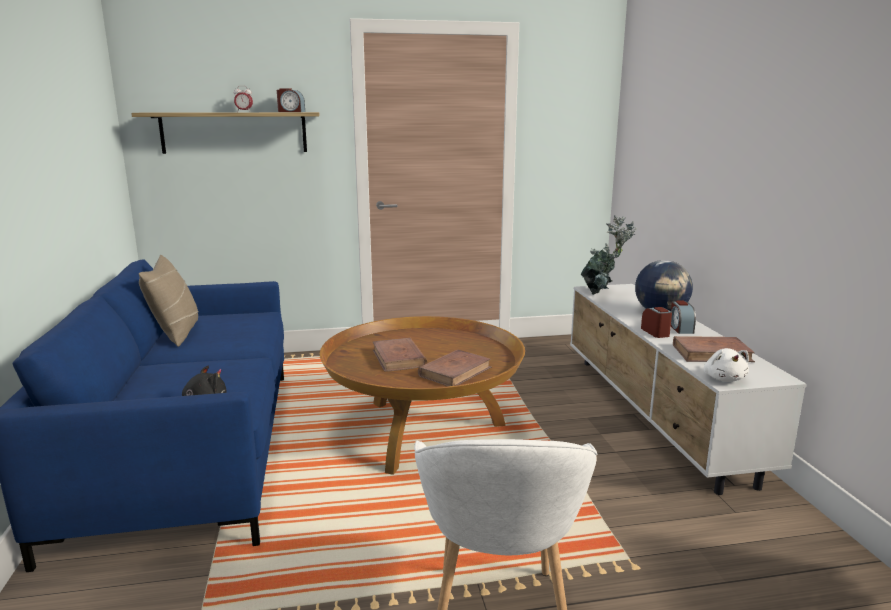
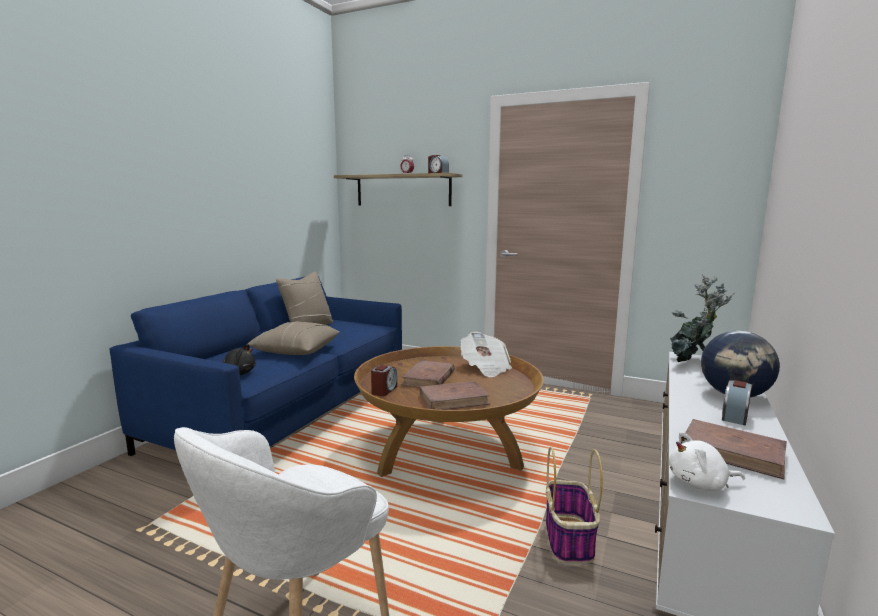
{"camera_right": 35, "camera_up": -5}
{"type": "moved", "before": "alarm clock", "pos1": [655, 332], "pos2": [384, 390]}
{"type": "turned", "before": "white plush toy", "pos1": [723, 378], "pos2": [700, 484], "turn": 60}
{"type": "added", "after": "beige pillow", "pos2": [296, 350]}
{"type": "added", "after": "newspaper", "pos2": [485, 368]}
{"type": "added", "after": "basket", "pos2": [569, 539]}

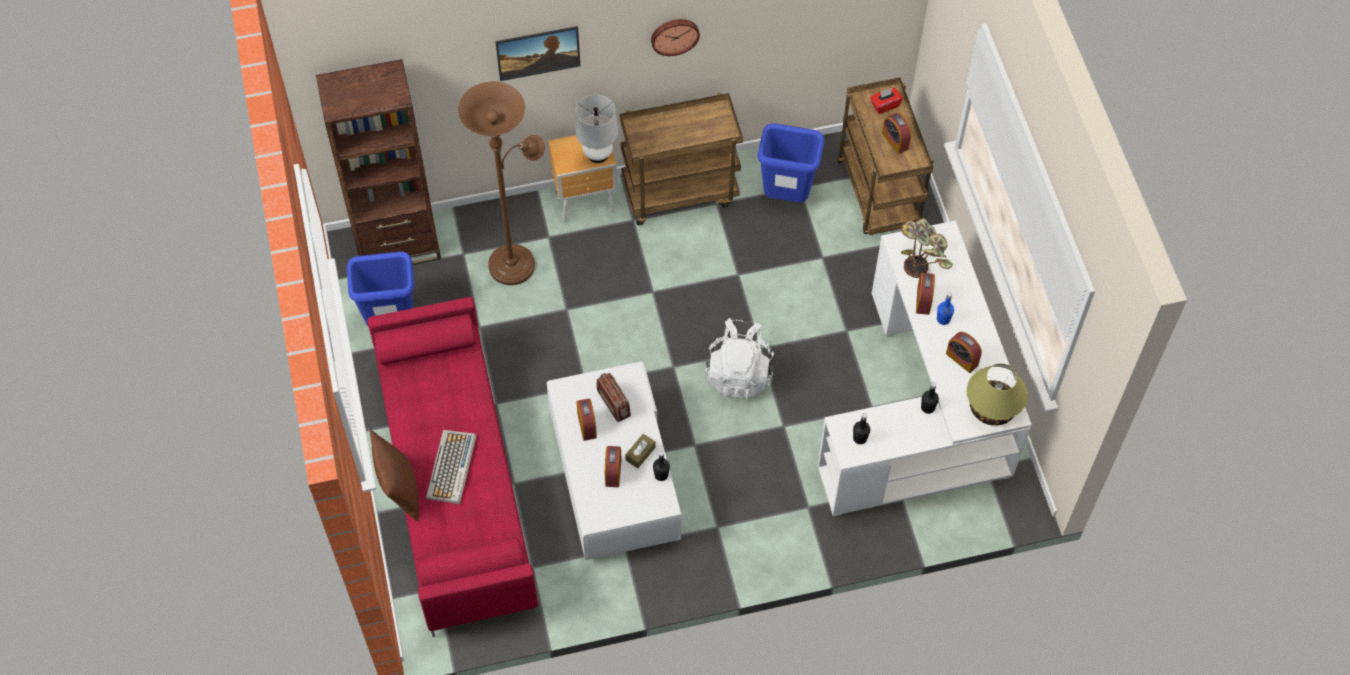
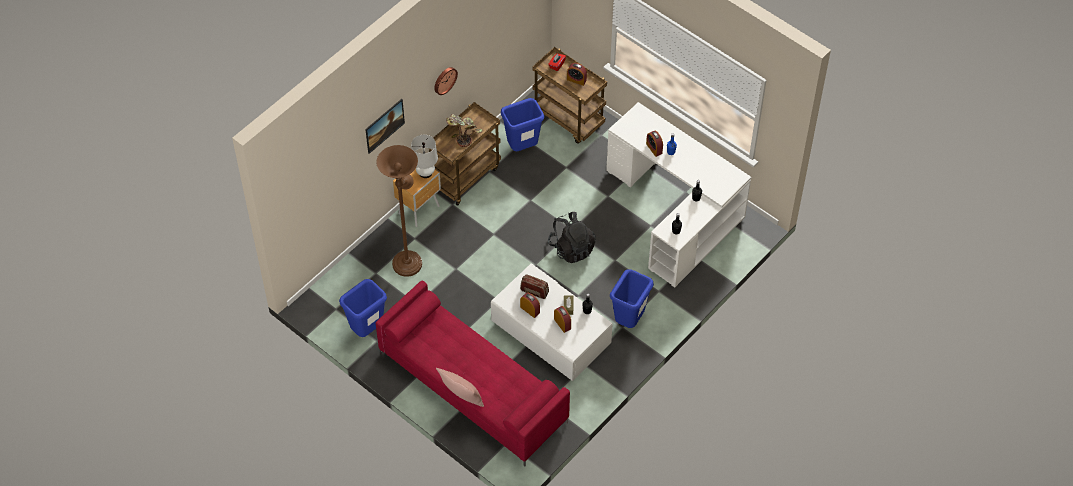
{"camera_right": -35, "camera_up": -5}
{"type": "removed", "before": "brown bookcase", "pos1": [397, 244]}
{"type": "moved", "before": "potted plant", "pos1": [922, 255], "pos2": [463, 133]}
{"type": "recoloured", "before": "white backpack", "after": "black backpack", "pos1": [739, 373], "pos2": [571, 248]}
{"type": "removed", "before": "alarm clock", "pos1": [962, 359]}
{"type": "removed", "before": "table lamp", "pos1": [992, 407]}
{"type": "recoloured", "before": "brown pillow", "after": "pink pillow", "pos1": [399, 490], "pos2": [461, 398]}
{"type": "removed", "before": "keyboard", "pos1": [452, 468]}
{"type": "added", "after": "blue trash can", "pos2": [629, 321]}

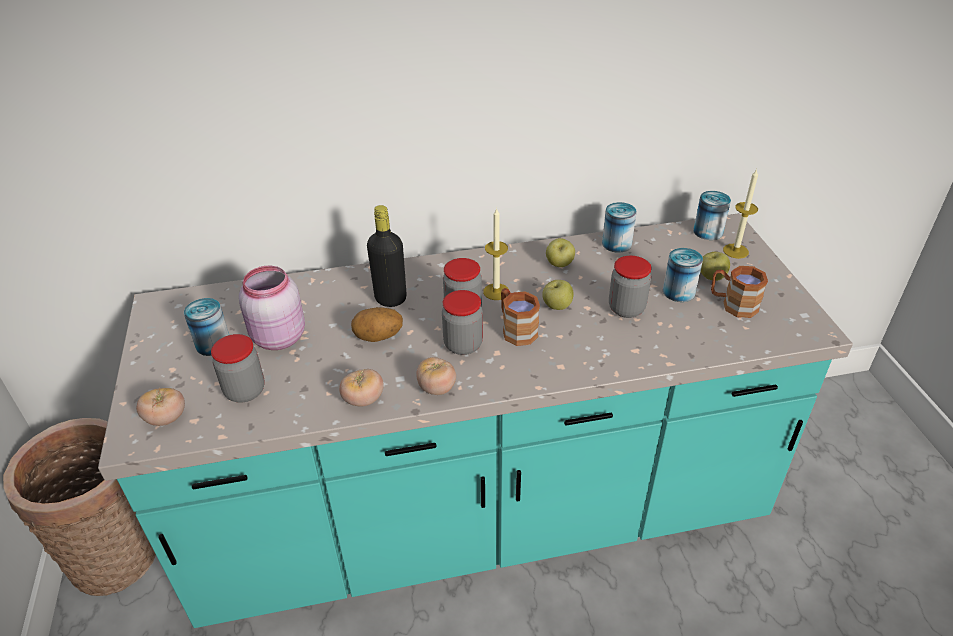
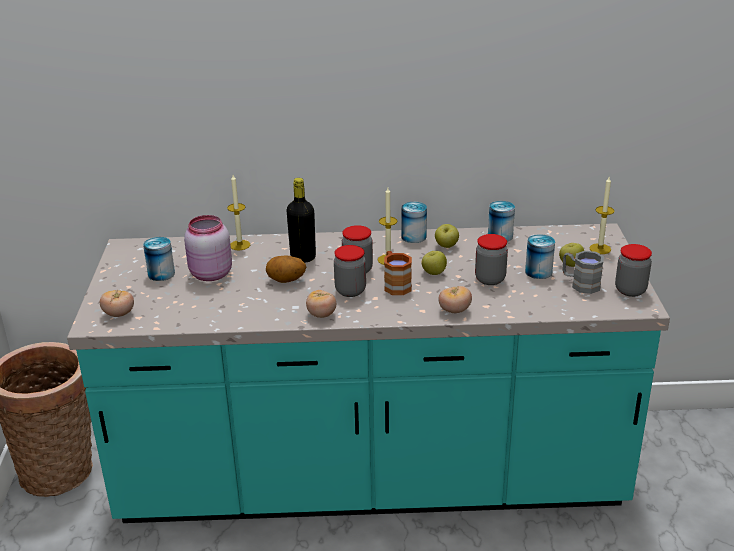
{"camera_right": 10, "camera_up": -10}
{"type": "moved", "before": "can", "pos1": [708, 231], "pos2": [413, 237]}
{"type": "recoloured", "before": "brown mug", "after": "grey mug", "pos1": [732, 304], "pos2": [580, 284]}
{"type": "moved", "before": "jar", "pos1": [245, 391], "pos2": [630, 290]}
{"type": "moved", "before": "tomato", "pos1": [363, 400], "pos2": [454, 310]}
{"type": "added", "after": "candle", "pos2": [240, 245]}

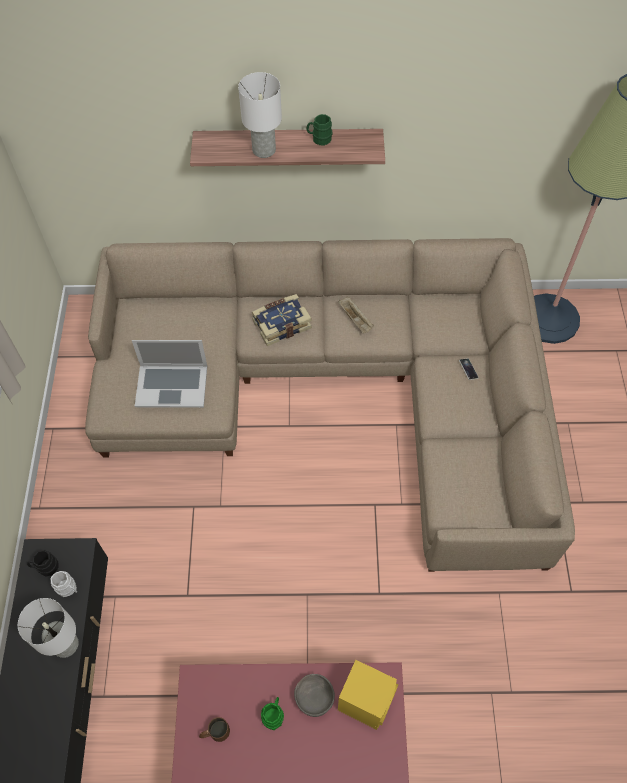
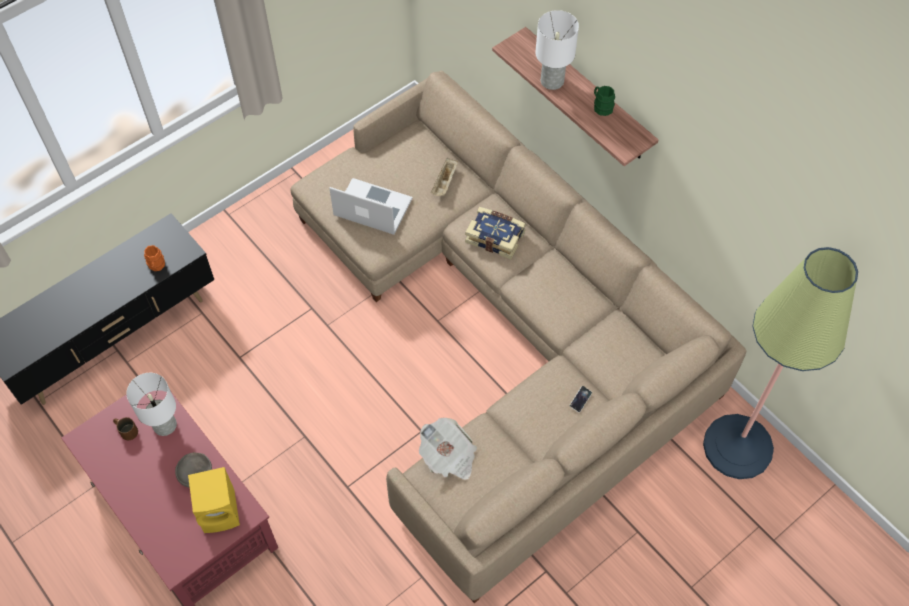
{"camera_right": 50, "camera_up": 0}
{"type": "moved", "before": "beige tray", "pos1": [356, 320], "pos2": [444, 183]}
{"type": "turned", "before": "laptop", "pos1": [172, 385], "pos2": [372, 207], "turn": 150}
{"type": "removed", "before": "black mug", "pos1": [45, 567]}
{"type": "recoloured", "before": "white mug", "after": "orange mug", "pos1": [68, 589], "pos2": [156, 266]}
{"type": "moved", "before": "white table lamp", "pos1": [65, 645], "pos2": [164, 425]}
{"type": "removed", "before": "green mug", "pos1": [274, 715]}
{"type": "added", "after": "newspaper", "pos2": [448, 456]}

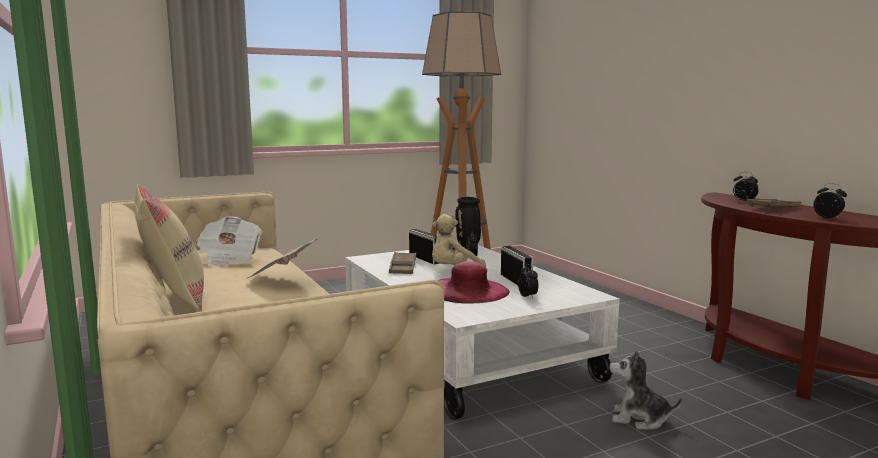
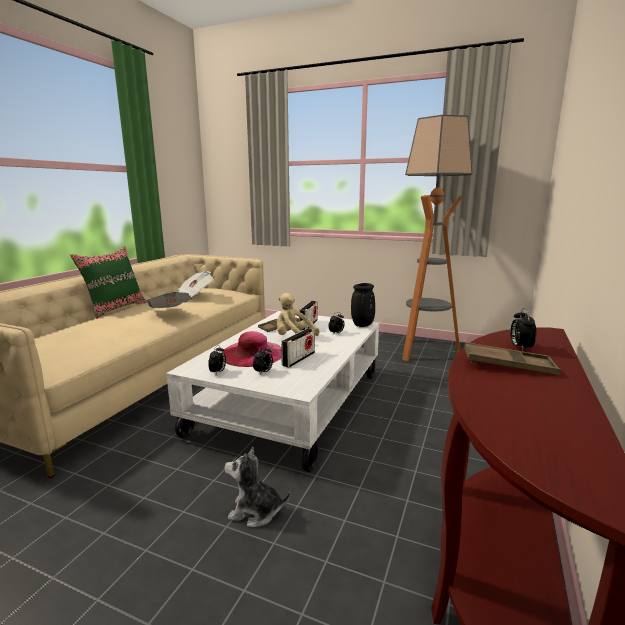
{"camera_right": 50, "camera_up": 5}
{"type": "moved", "before": "alarm clock", "pos1": [828, 218], "pos2": [218, 372]}
{"type": "recoloured", "before": "beige pillow", "after": "green pillow", "pos1": [173, 297], "pos2": [115, 309]}
{"type": "turned", "before": "plush toy", "pos1": [639, 419], "pos2": [255, 511], "turn": -60}

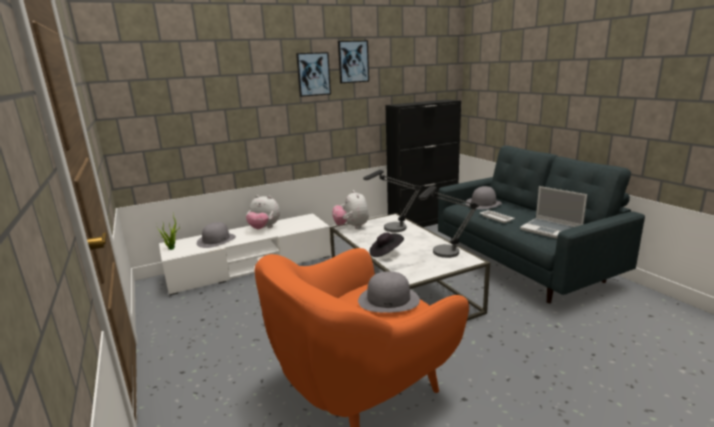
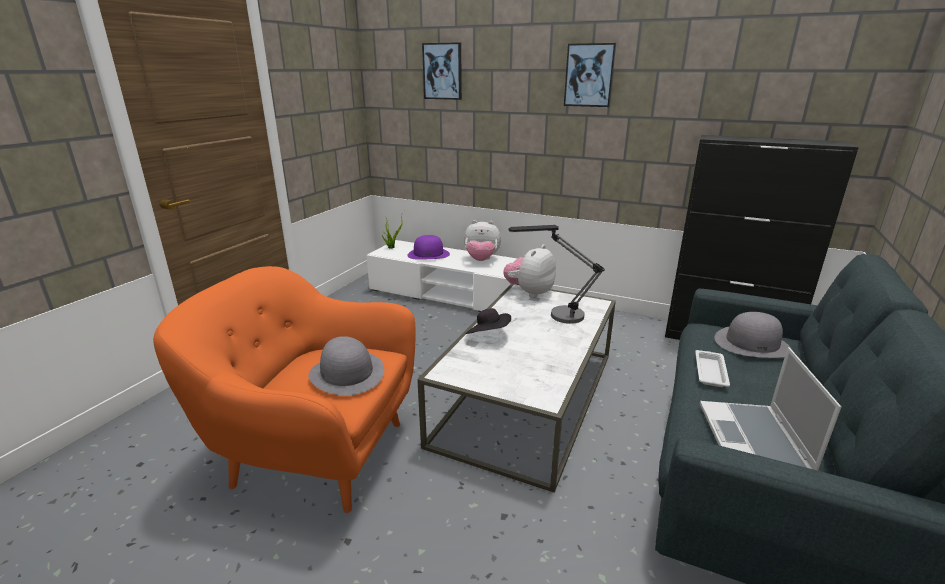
{"camera_right": 50, "camera_up": 5}
{"type": "moved", "before": "picture", "pos1": [353, 61], "pos2": [443, 71]}
{"type": "removed", "before": "table lamp", "pos1": [442, 255]}
{"type": "turned", "before": "plush toy", "pos1": [264, 228], "pos2": [481, 260], "turn": -60}
{"type": "recoloured", "before": "grey hat", "after": "purple hat", "pos1": [216, 240], "pos2": [428, 254]}

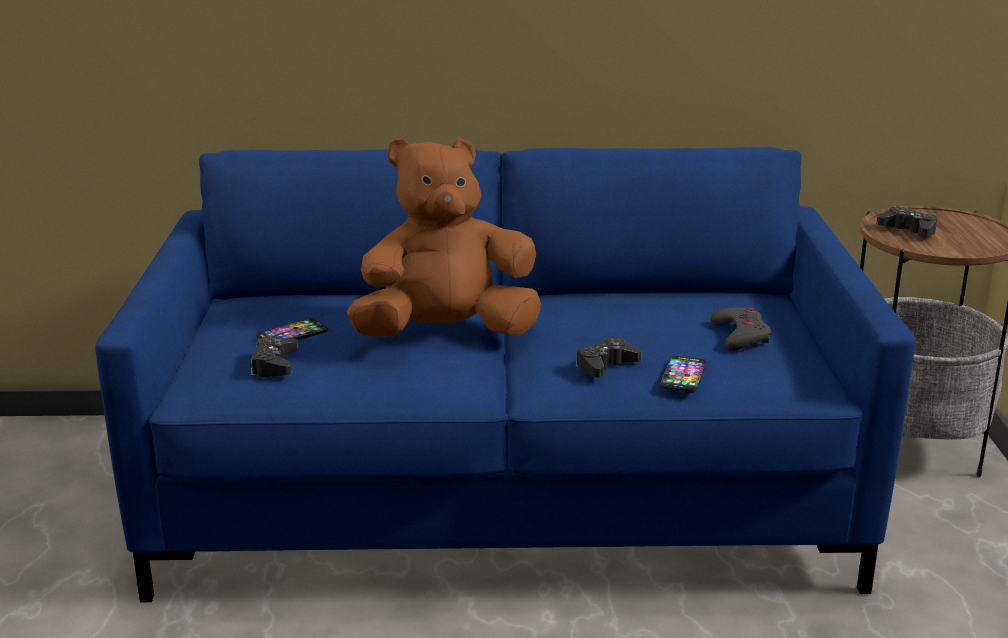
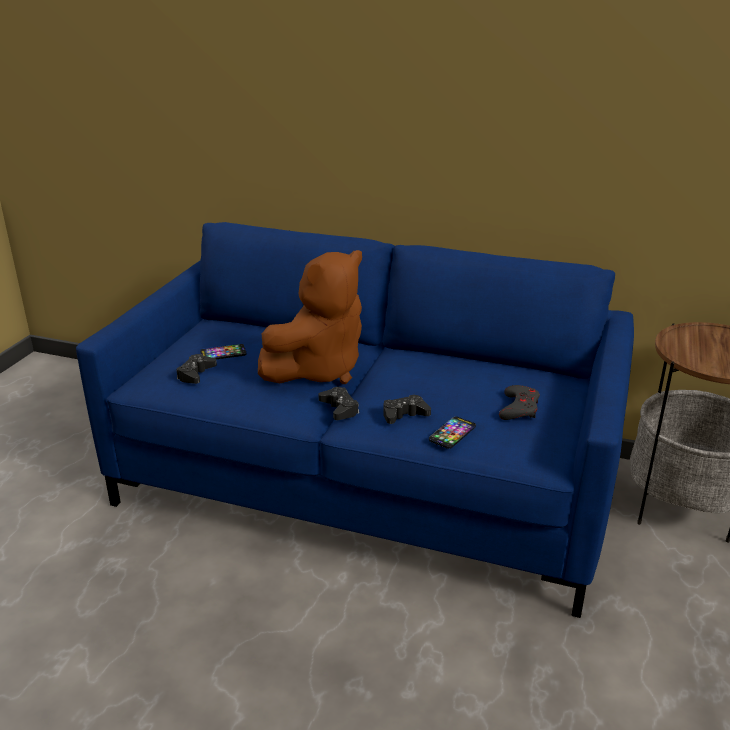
{"camera_right": 20, "camera_up": 5}
{"type": "turned", "before": "brown plush toy", "pos1": [446, 334], "pos2": [318, 370], "turn": 135}
{"type": "moved", "before": "black game controller", "pos1": [908, 230], "pos2": [339, 408]}

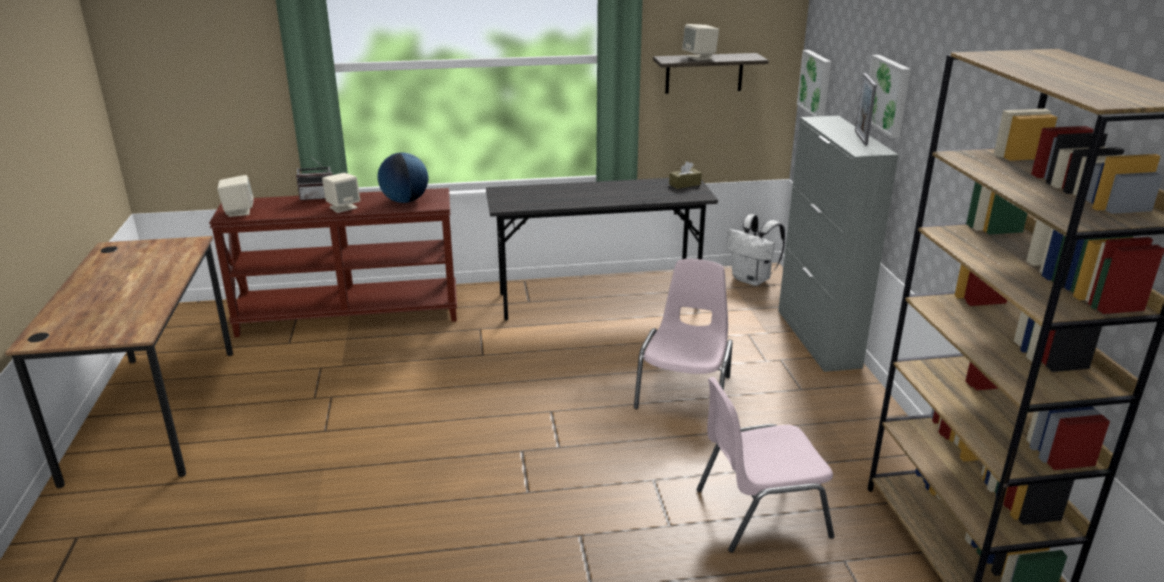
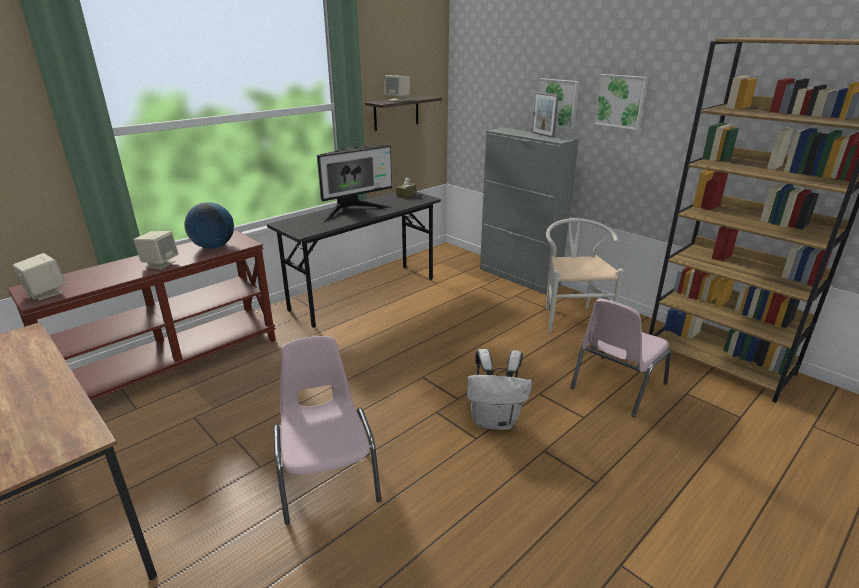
{"camera_right": -35, "camera_up": 0}
{"type": "moved", "before": "picture", "pos1": [816, 83], "pos2": [621, 101]}
{"type": "removed", "before": "radio", "pos1": [318, 197]}
{"type": "moved", "before": "white backpack", "pos1": [752, 280], "pos2": [495, 420]}
{"type": "moved", "before": "pink chair", "pos1": [685, 392], "pos2": [327, 476]}
{"type": "added", "after": "monitor", "pos2": [354, 212]}
{"type": "added", "after": "white chair", "pos2": [572, 316]}

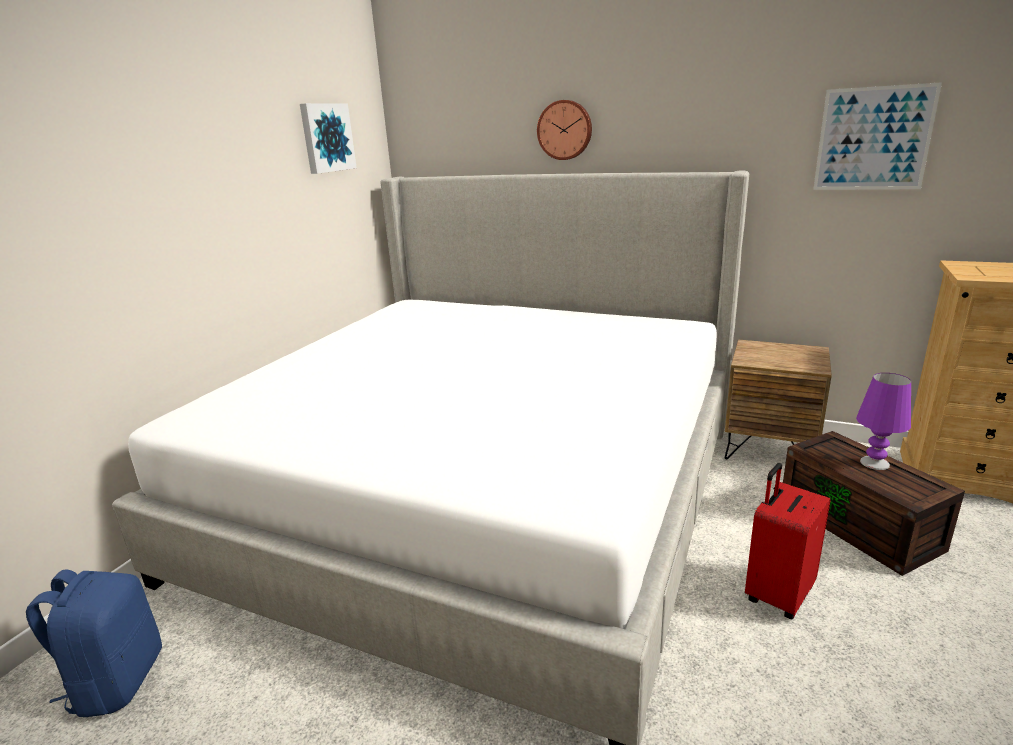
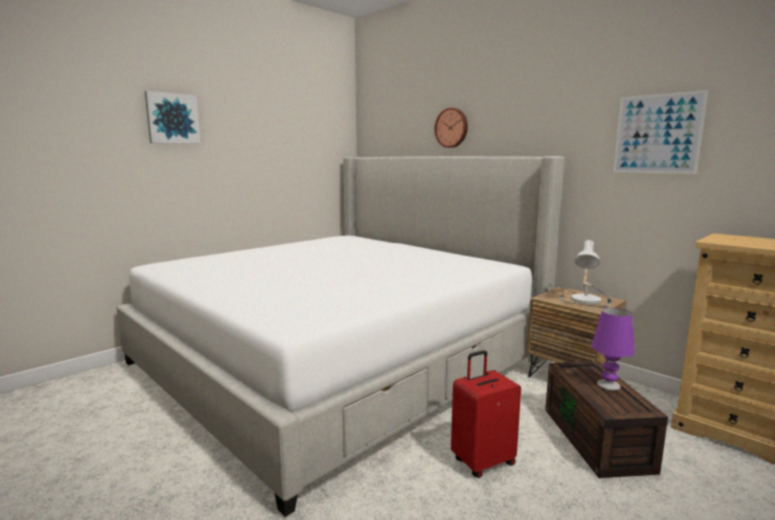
{"camera_right": 20, "camera_up": -10}
{"type": "moved", "before": "picture", "pos1": [326, 138], "pos2": [172, 118]}
{"type": "removed", "before": "blue backpack", "pos1": [117, 681]}
{"type": "added", "after": "table lamp", "pos2": [589, 300]}

